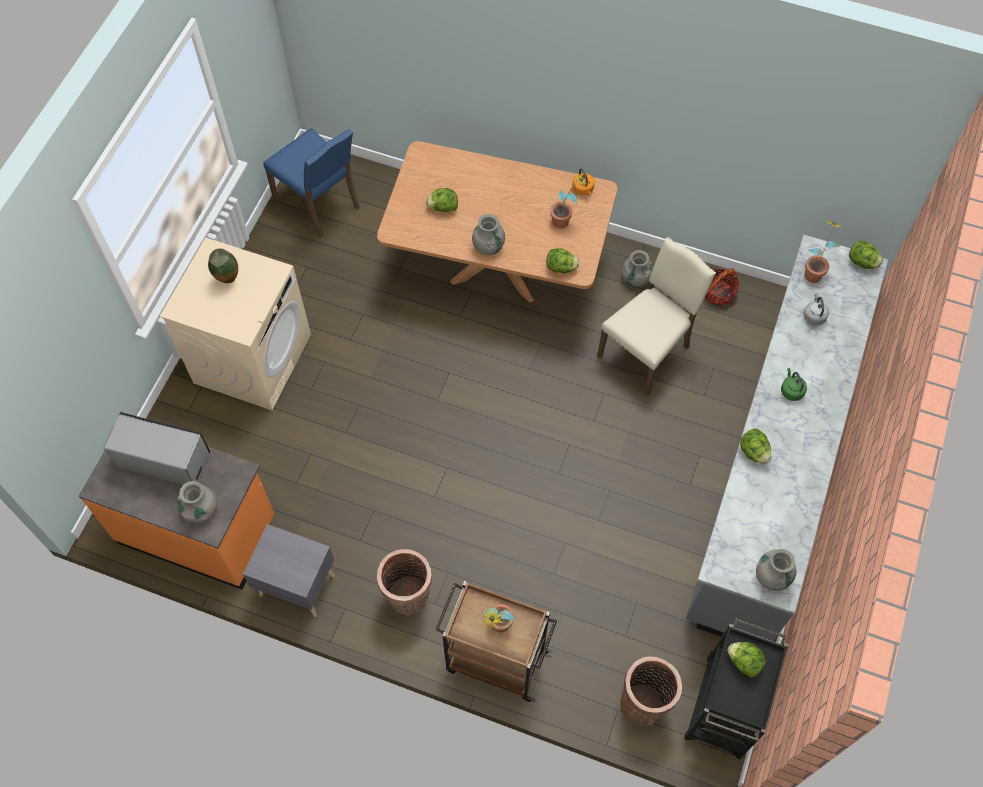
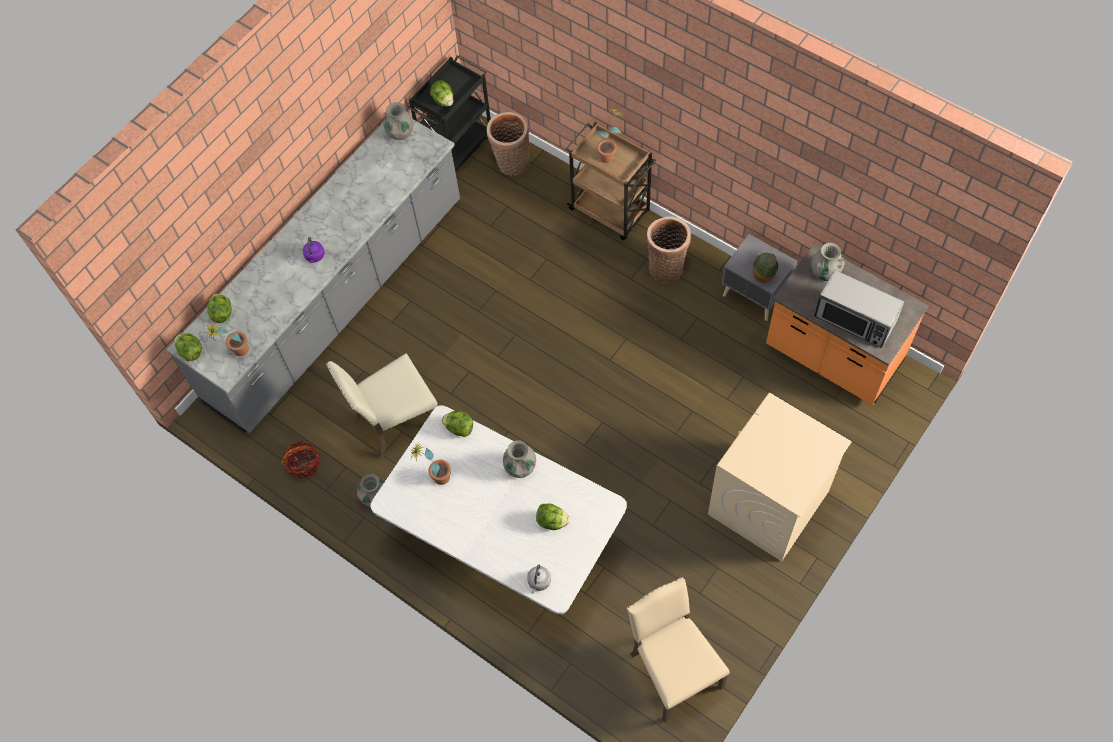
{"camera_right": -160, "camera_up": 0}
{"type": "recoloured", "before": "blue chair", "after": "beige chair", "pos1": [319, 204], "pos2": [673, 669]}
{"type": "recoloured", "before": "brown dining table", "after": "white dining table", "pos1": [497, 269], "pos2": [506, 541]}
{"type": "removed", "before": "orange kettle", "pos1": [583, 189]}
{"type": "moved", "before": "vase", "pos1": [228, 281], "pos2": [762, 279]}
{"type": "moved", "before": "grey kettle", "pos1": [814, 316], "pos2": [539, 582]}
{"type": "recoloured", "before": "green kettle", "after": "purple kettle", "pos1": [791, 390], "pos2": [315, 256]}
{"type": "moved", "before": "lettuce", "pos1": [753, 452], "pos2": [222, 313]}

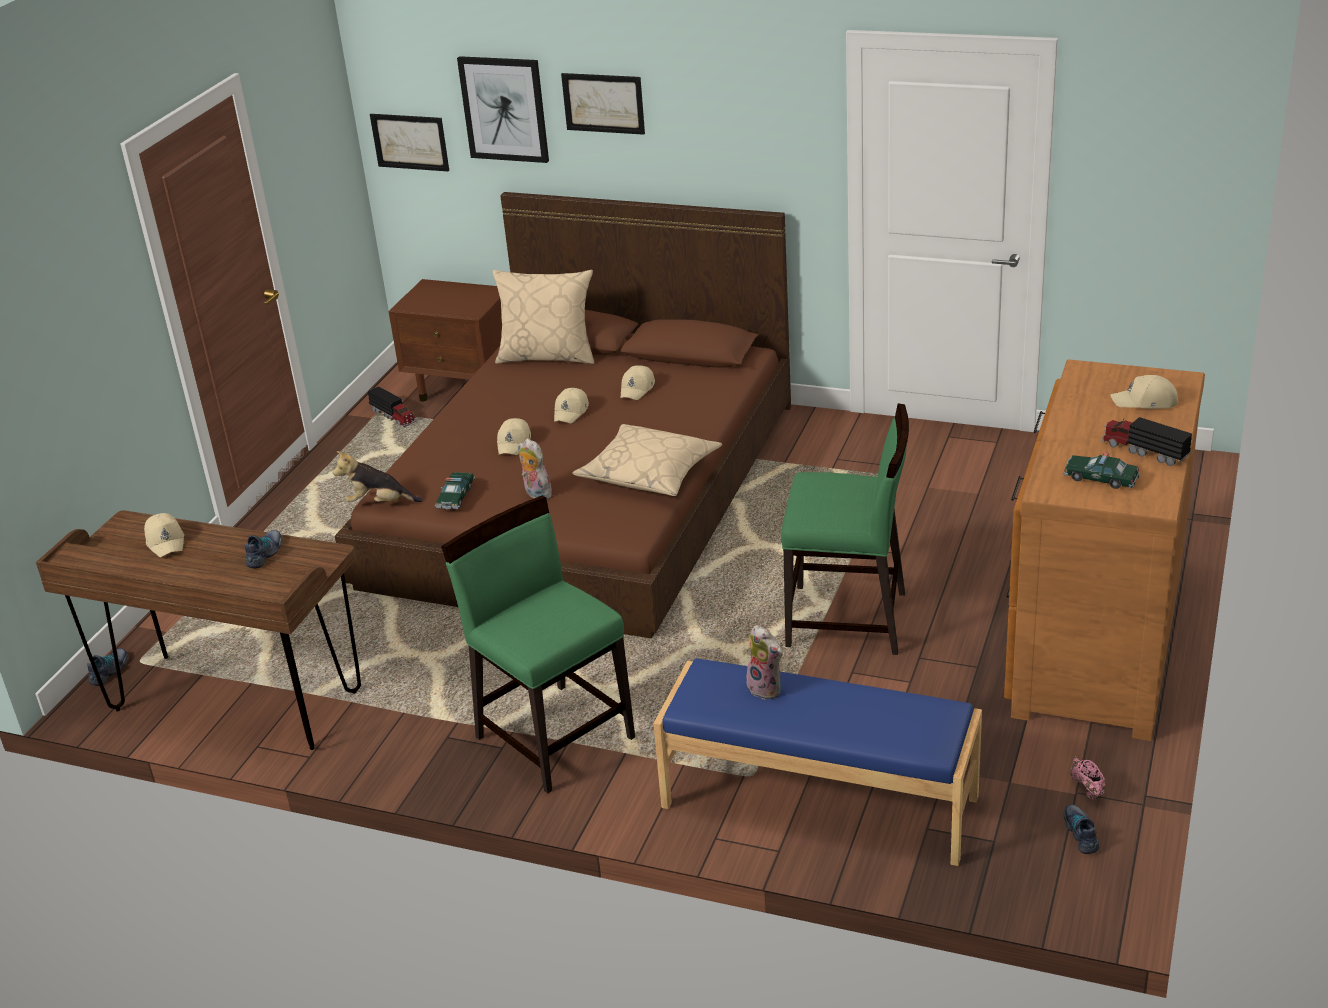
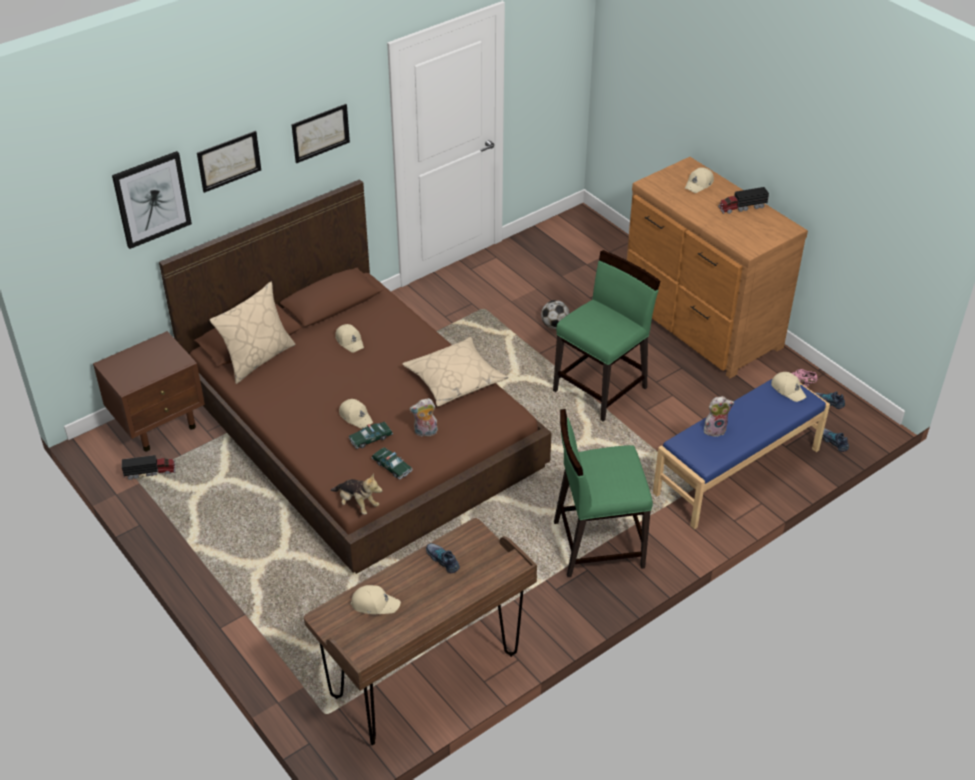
{"camera_right": -60, "camera_up": 10}
{"type": "moved", "before": "picture", "pos1": [410, 142], "pos2": [320, 133]}
{"type": "moved", "before": "beige cap", "pos1": [571, 411], "pos2": [788, 389]}
{"type": "turned", "before": "plush toy", "pos1": [379, 503], "pos2": [357, 504], "turn": -90}
{"type": "moved", "before": "toy car", "pos1": [1100, 478], "pos2": [371, 438]}
{"type": "moved", "before": "shoe", "pos1": [110, 671], "pos2": [833, 441]}
{"type": "added", "after": "football", "pos2": [555, 325]}

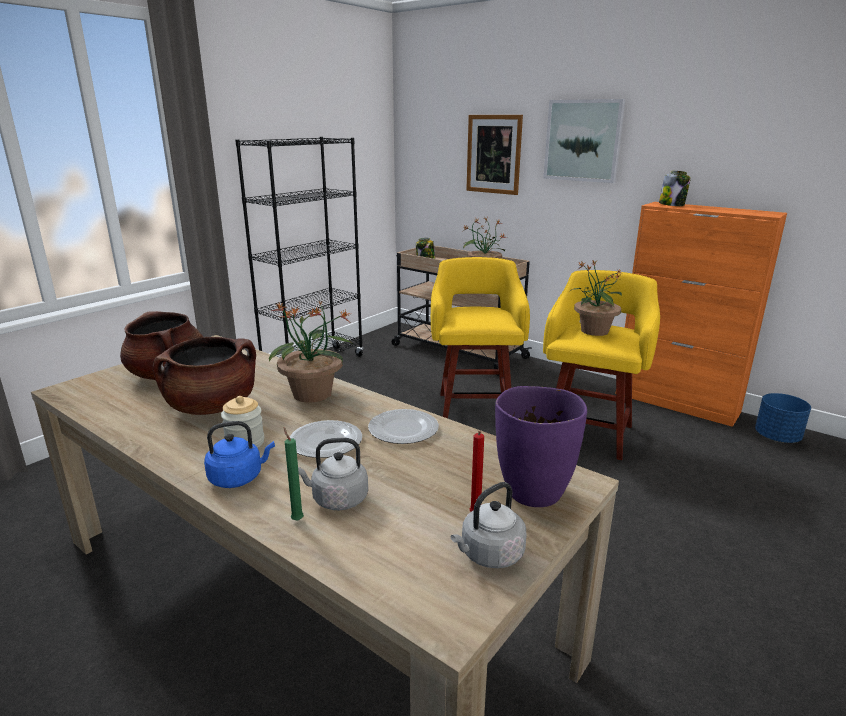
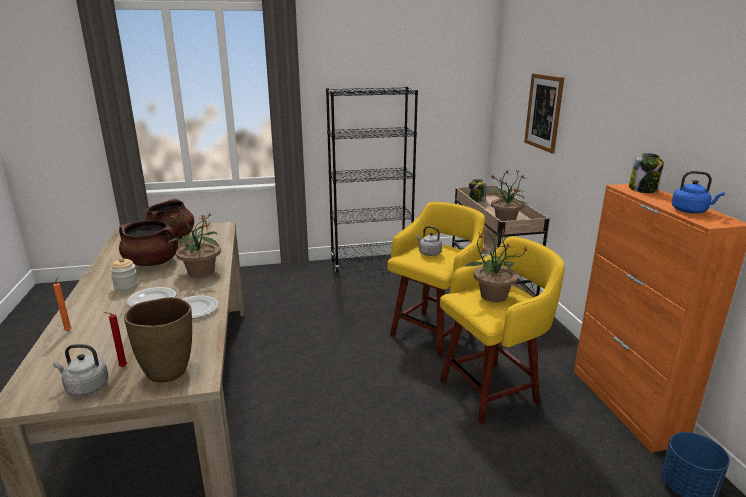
{"camera_right": 40, "camera_up": 0}
{"type": "removed", "before": "picture", "pos1": [583, 140]}
{"type": "recoloured", "before": "purple vase", "after": "brown vase", "pos1": [532, 492], "pos2": [168, 371]}
{"type": "moved", "before": "blue kettle", "pos1": [238, 478], "pos2": [691, 211]}
{"type": "recoloured", "before": "green candle", "after": "orange candle", "pos1": [296, 519], "pos2": [69, 330]}
{"type": "moved", "before": "grey kettle", "pos1": [337, 499], "pos2": [428, 253]}

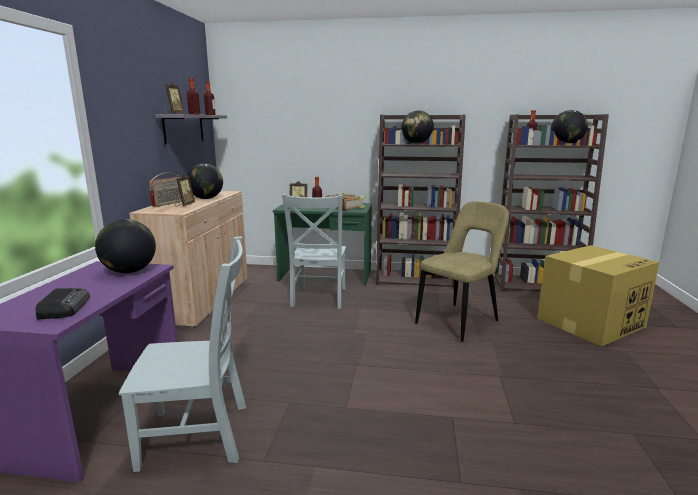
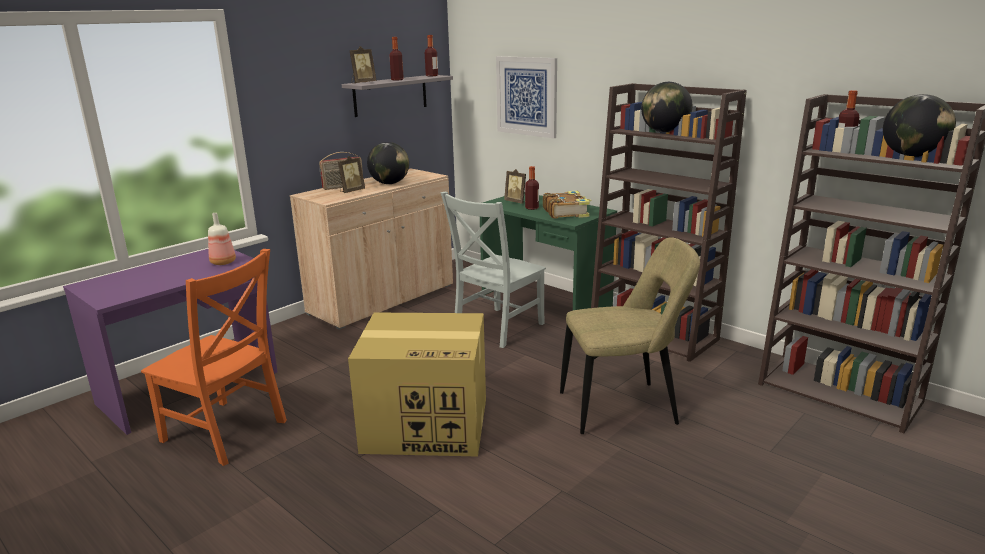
{"camera_right": 35, "camera_up": 5}
{"type": "replaced", "before": "globe", "after": "bottle", "pos1": [129, 271], "pos2": [223, 262]}
{"type": "recoloured", "before": "grey chair", "after": "orange chair", "pos1": [201, 435], "pos2": [227, 433]}
{"type": "moved", "before": "cardboard box", "pos1": [591, 322], "pos2": [428, 424]}
{"type": "removed", "before": "radio", "pos1": [64, 307]}
{"type": "added", "after": "picture", "pos2": [527, 96]}

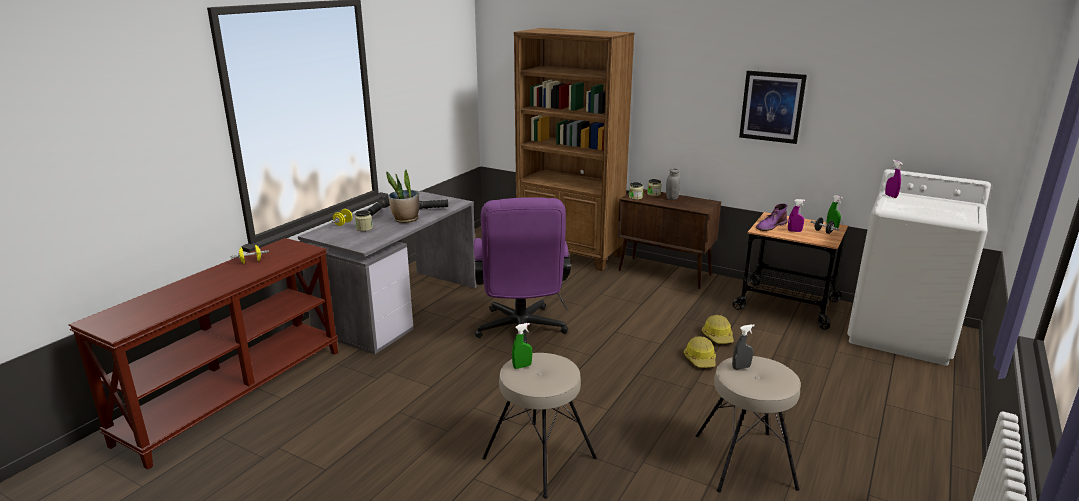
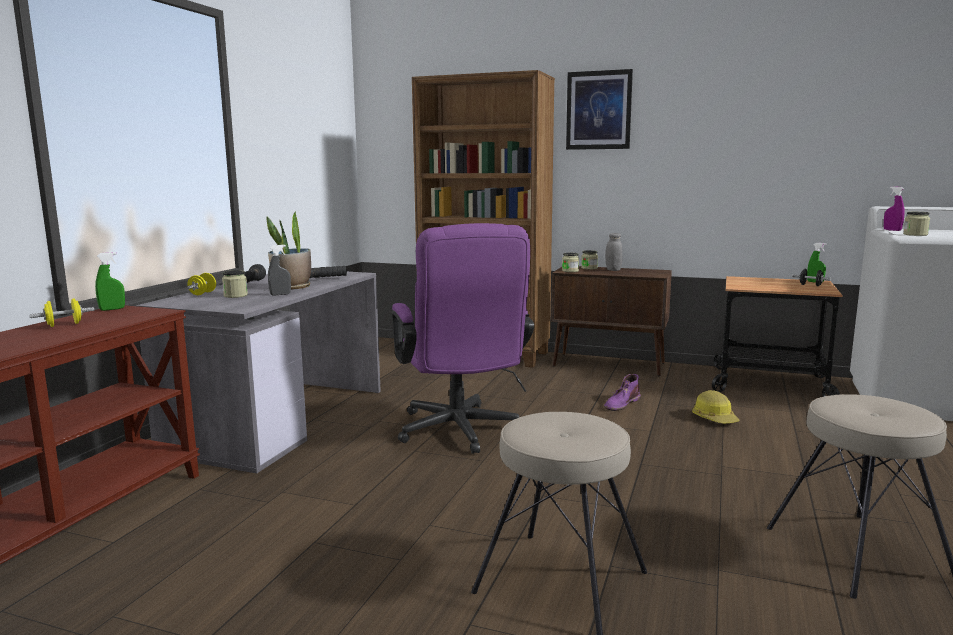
{"camera_right": -10, "camera_up": -10}
{"type": "moved", "before": "picture", "pos1": [772, 106], "pos2": [598, 110]}
{"type": "removed", "before": "purple spray bottle", "pos1": [794, 231]}
{"type": "moved", "before": "purple boot", "pos1": [770, 226], "pos2": [621, 404]}
{"type": "moved", "before": "green spray bottle", "pos1": [522, 366], "pos2": [112, 309]}
{"type": "moved", "before": "grey spray bottle", "pos1": [741, 368], "pos2": [280, 294]}
{"type": "removed", "before": "hard hat", "pos1": [700, 359]}
{"type": "added", "after": "jar", "pos2": [915, 234]}

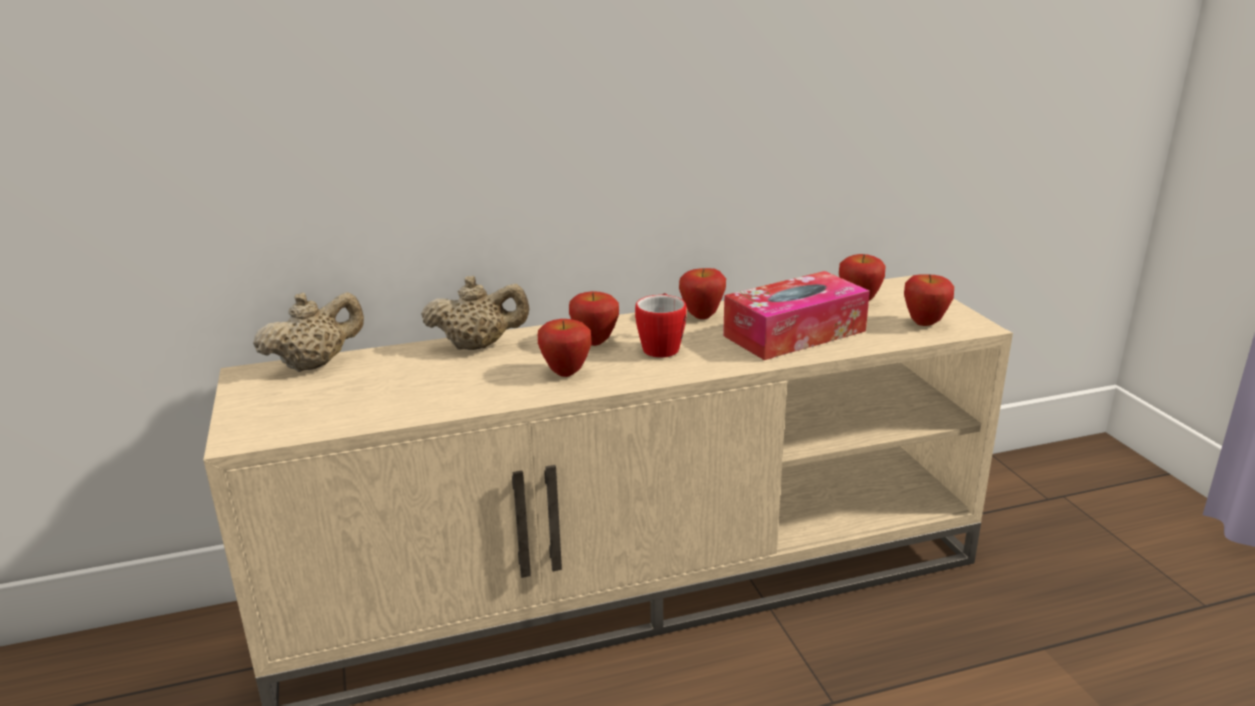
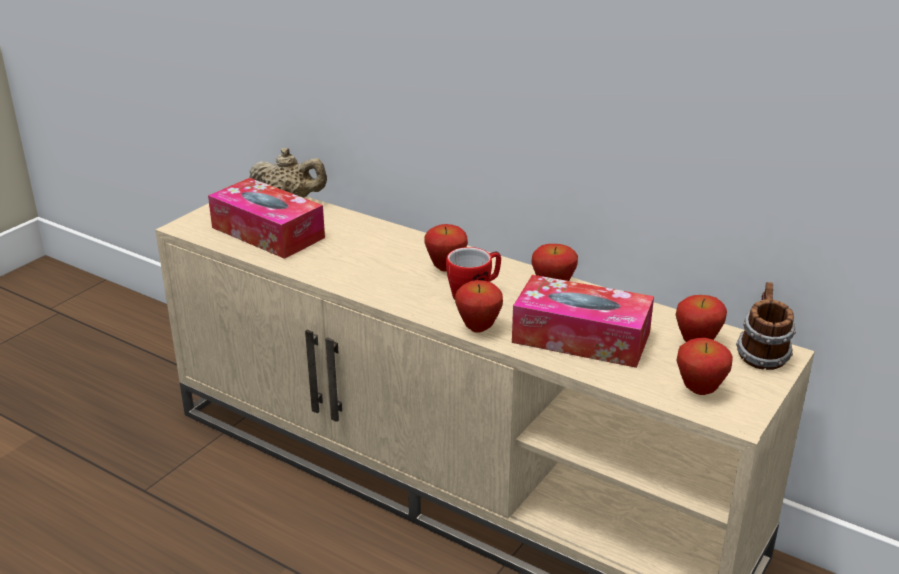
{"camera_right": 50, "camera_up": 5}
{"type": "removed", "before": "beige teapot", "pos1": [478, 346]}
{"type": "moved", "before": "apple", "pos1": [566, 373], "pos2": [478, 328]}
{"type": "added", "after": "tissue box", "pos2": [268, 232]}
{"type": "added", "after": "mug", "pos2": [761, 355]}

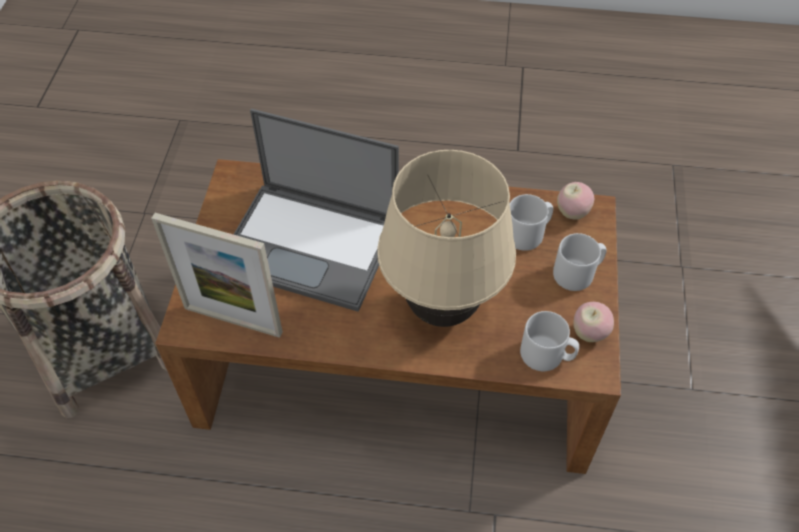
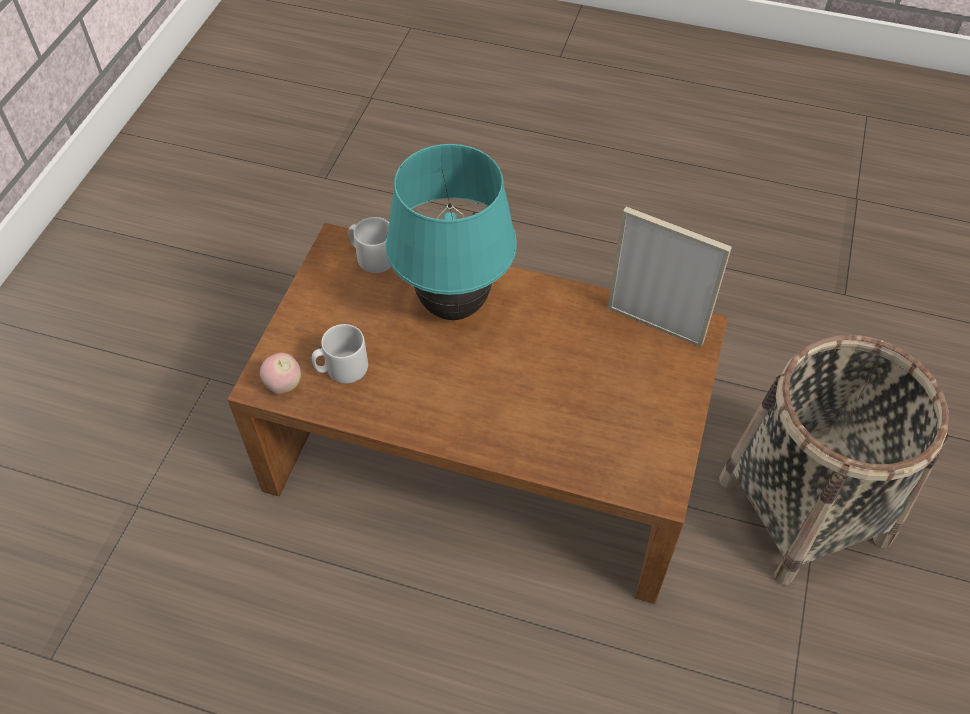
{"camera_right": -170, "camera_up": 0}
{"type": "removed", "before": "laptop", "pos1": [312, 244]}
{"type": "recoloured", "before": "beige table lamp", "after": "turquoise table lamp", "pos1": [441, 309], "pos2": [453, 307]}
{"type": "removed", "before": "grey mug", "pos1": [577, 273]}
{"type": "removed", "before": "apple", "pos1": [589, 333]}

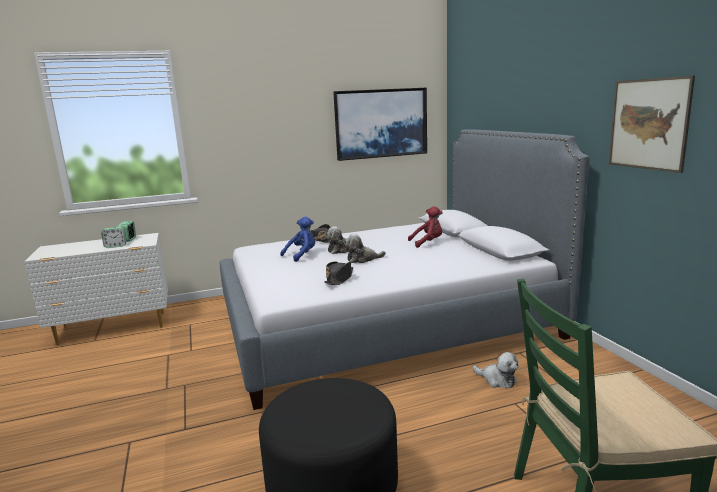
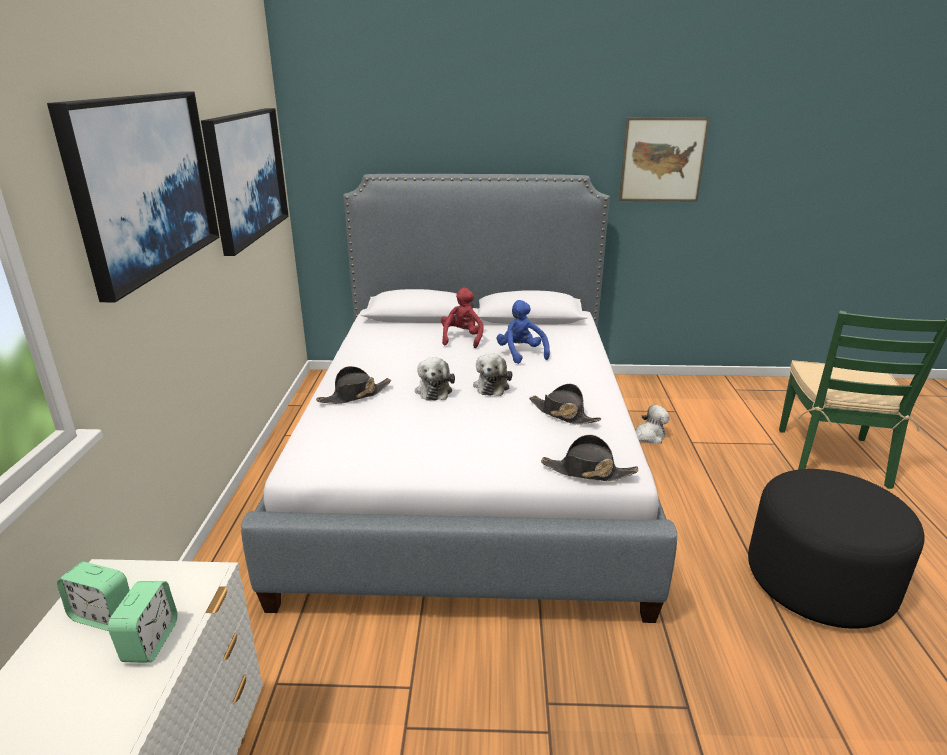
{"camera_right": -70, "camera_up": 10}
{"type": "moved", "before": "blue plush toy", "pos1": [302, 255], "pos2": [521, 353]}
{"type": "added", "after": "picture", "pos2": [145, 185]}
{"type": "added", "after": "black hat", "pos2": [587, 471]}

